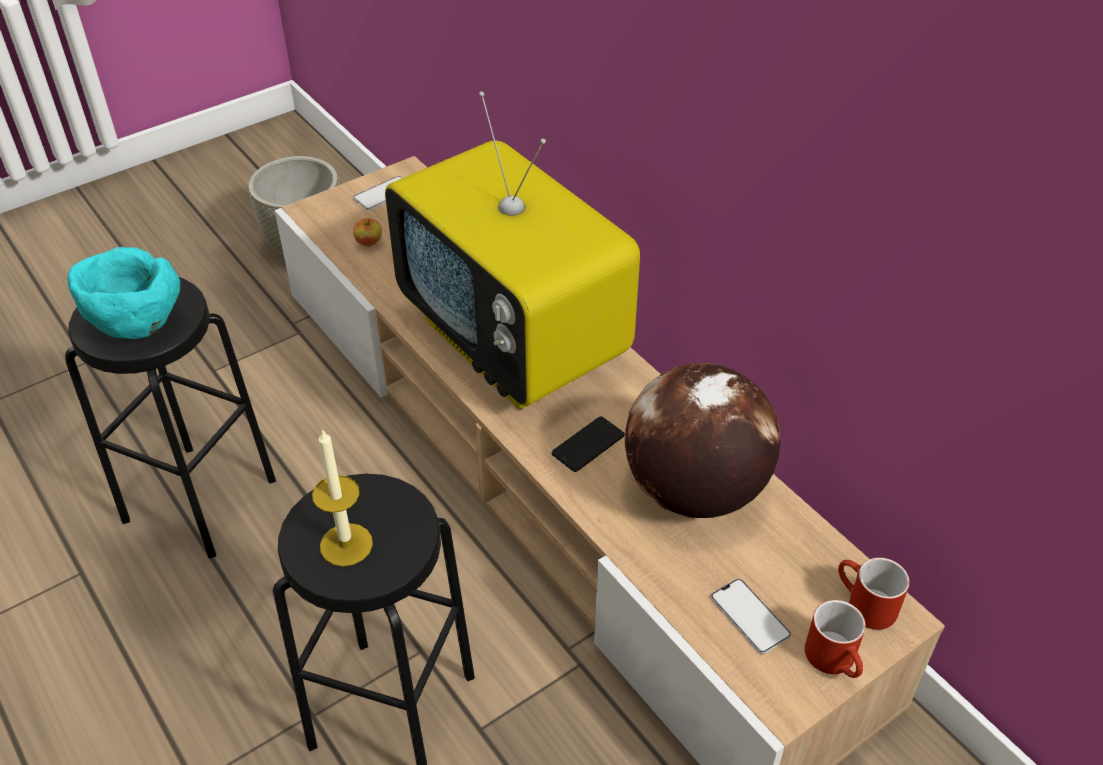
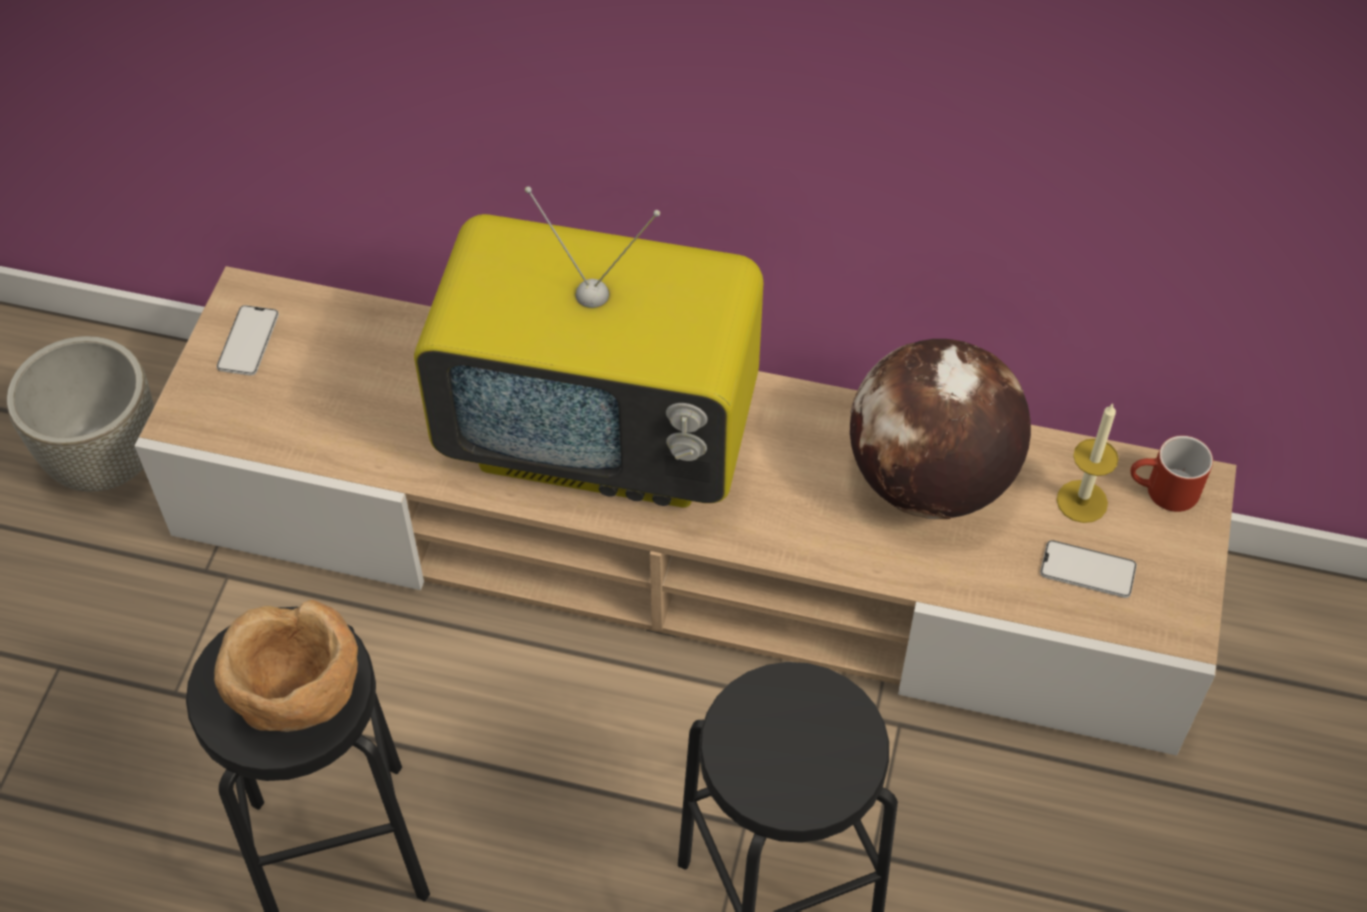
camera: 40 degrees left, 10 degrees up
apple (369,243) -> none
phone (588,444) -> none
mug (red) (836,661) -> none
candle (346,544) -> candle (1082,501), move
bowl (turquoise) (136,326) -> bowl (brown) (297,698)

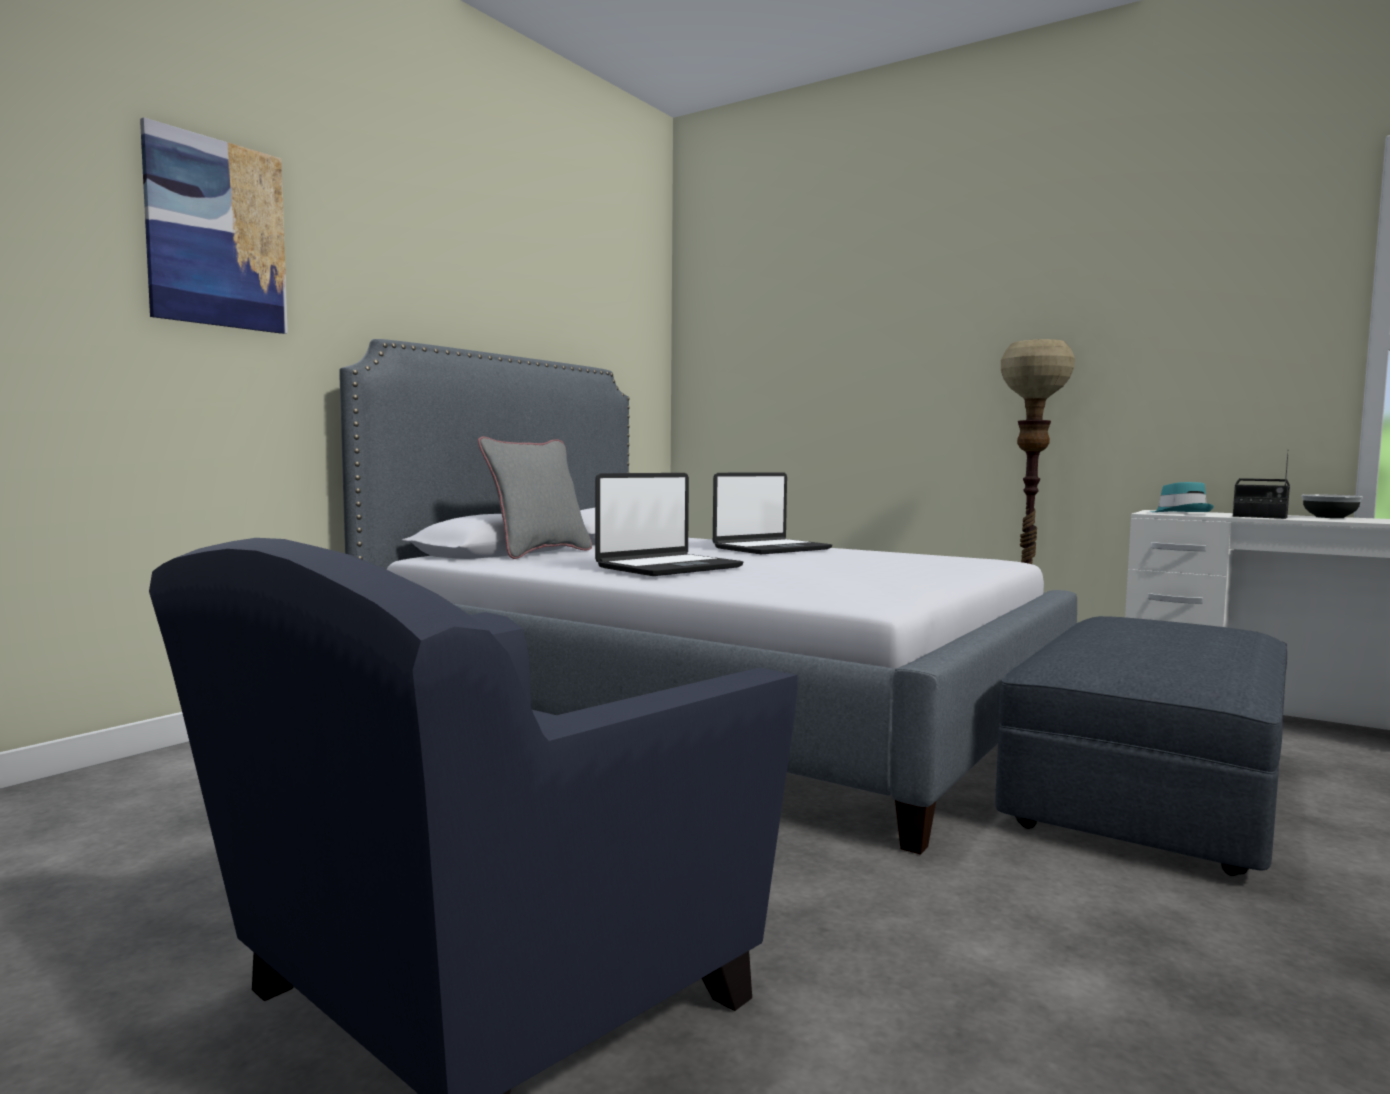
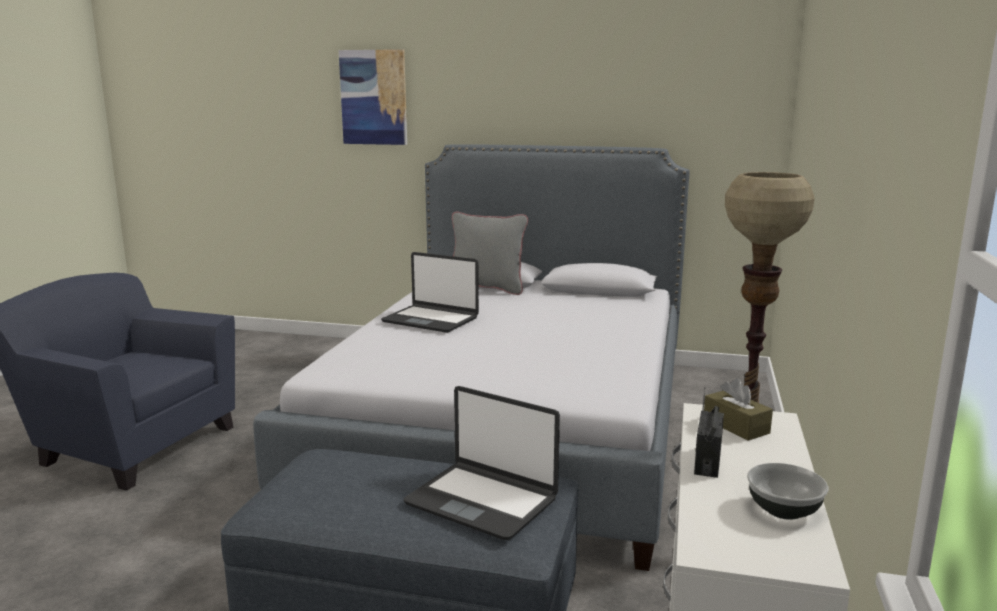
camera: 70 degrees right, 10 degrees up
laptop (771,548) -> laptop (482,501), move
hat (turquoise) (1180,513) -> tissue box (brown) (736,426)

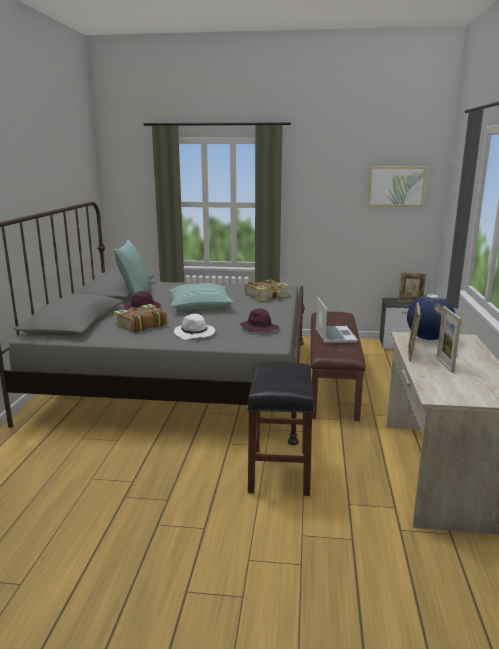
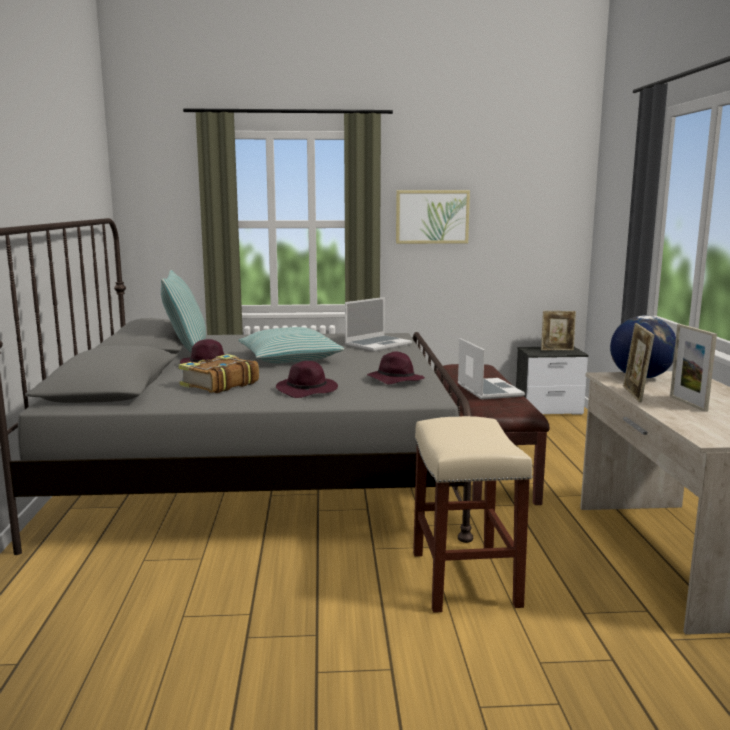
camera: 10 degrees left, 5 degrees down
picture (396,186) -> picture (432,217), move
book (267,296) -> laptop (378,345)
hat (white) (195,334) -> hat (purple) (308,391)
stool (black) (279,470) -> stool (beige) (463,578)

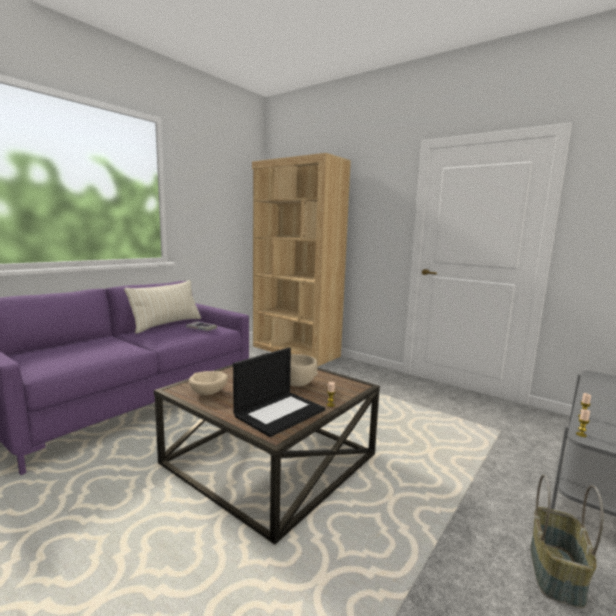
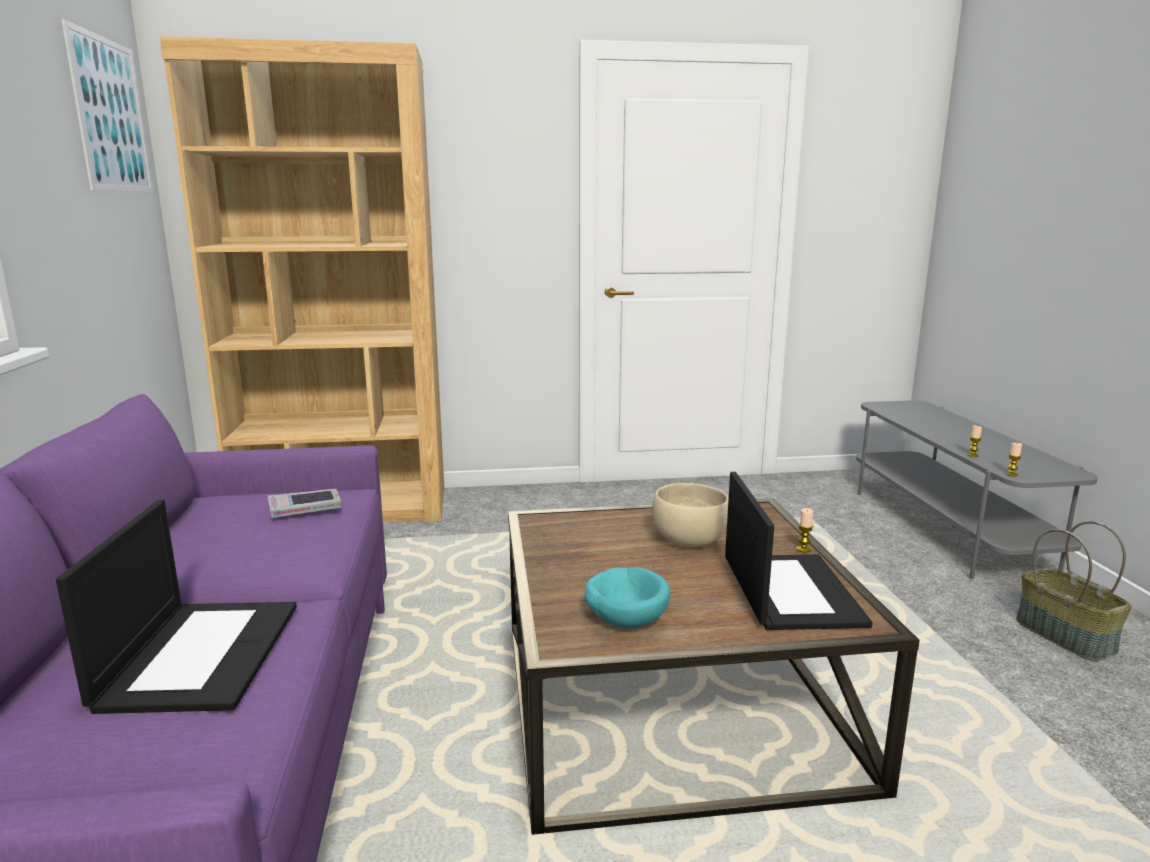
camera: 45 degrees left, 5 degrees up
pillow (beige) (167,324) -> none
none -> laptop (200,653)
none -> picture (111,115)
bowl (beige) (209,393) -> bowl (turquoise) (626,619)

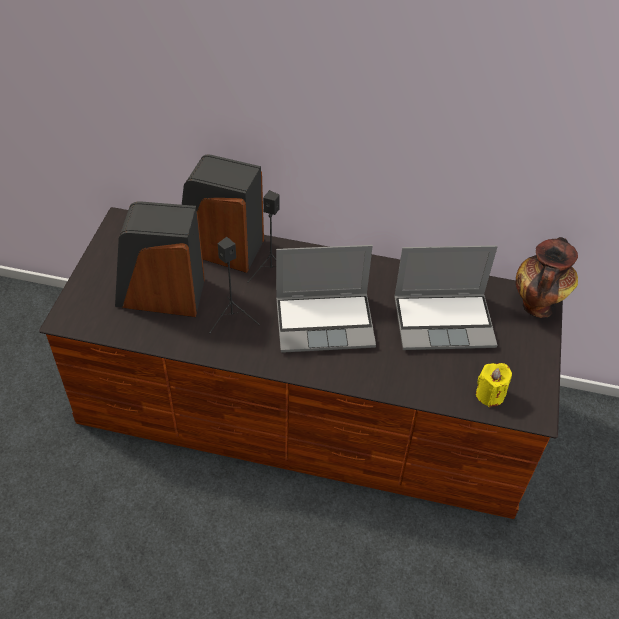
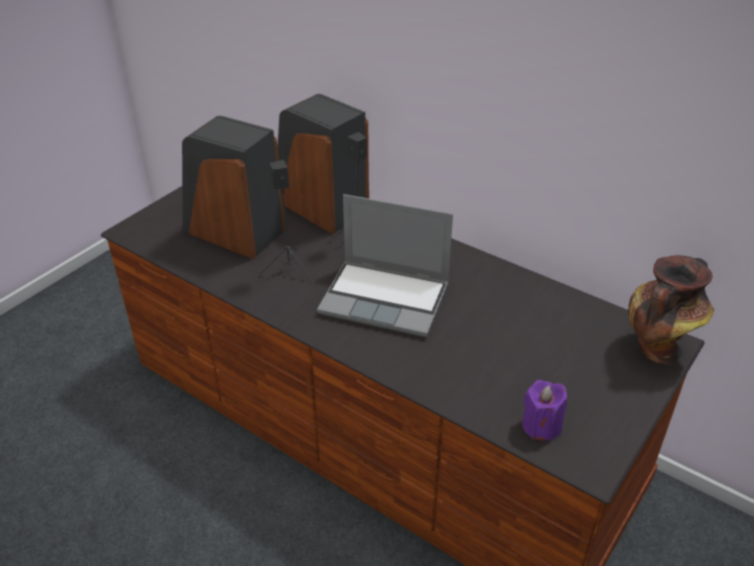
camera: 25 degrees right, 10 degrees down
laptop (444,321) -> none
candle (yellow) (490,394) -> candle (purple) (541,426)

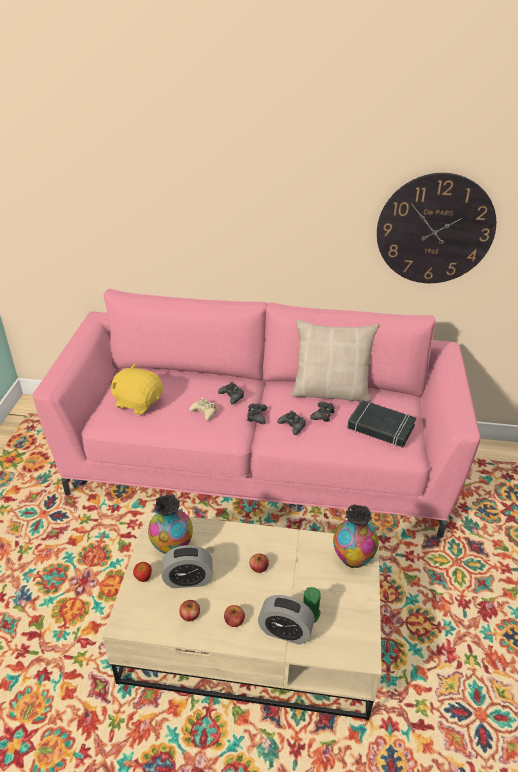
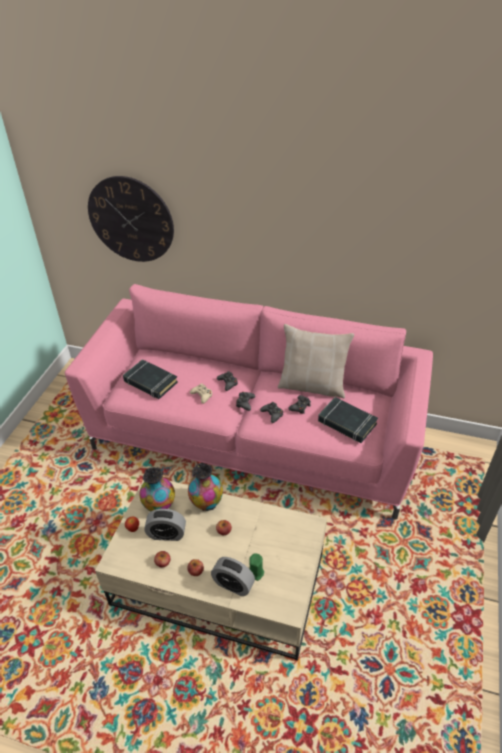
camera: 10 degrees right, 5 degrees up
vase (352,558) -> vase (206,503), move
wall clock (435,230) -> wall clock (131,220), move
plush toy (yellow) (138,402) -> book (black) (150,382)

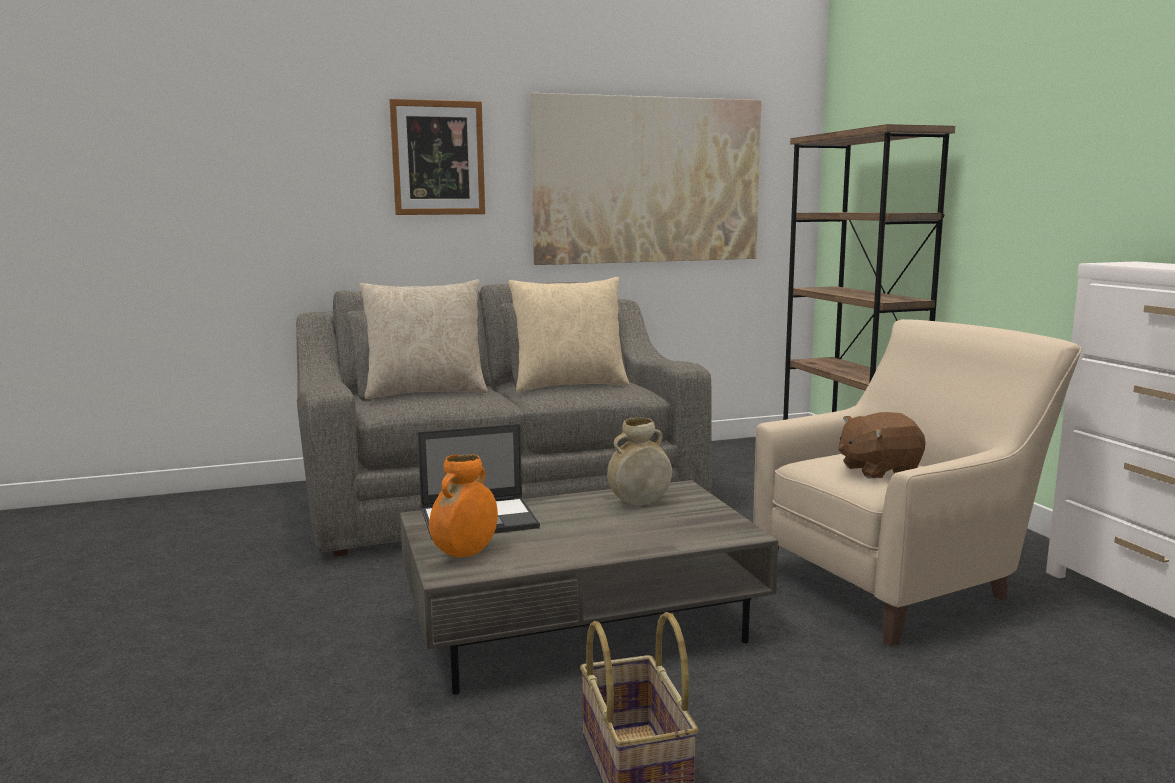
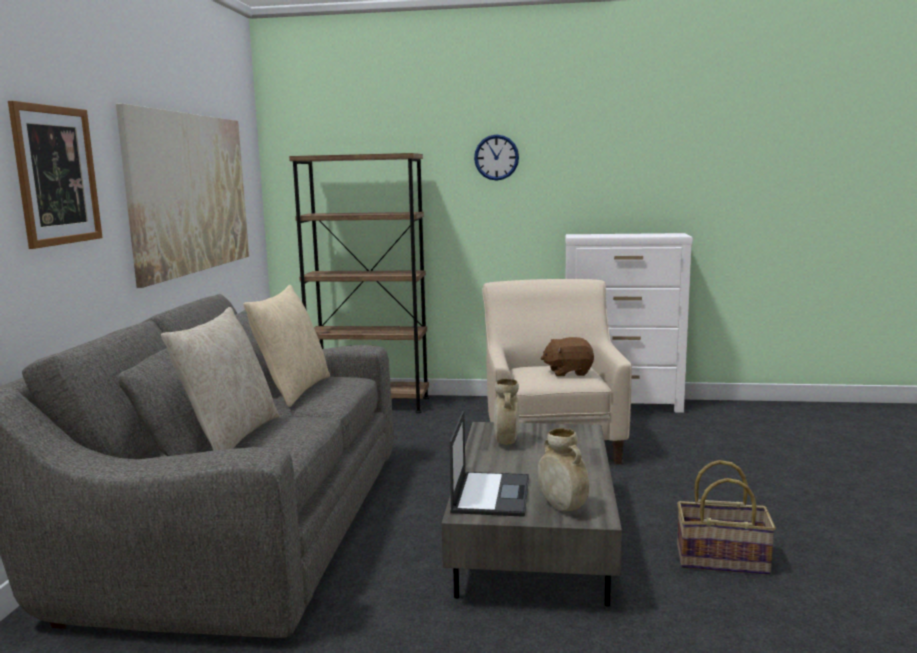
camera: 65 degrees left, 0 degrees up
none -> wall clock (496,157)
vase (orange) (465,554) -> vase (beige) (563,508)
plush toy (brown) (878,470) -> plush toy (brown) (568,372), 75 degrees clockwise

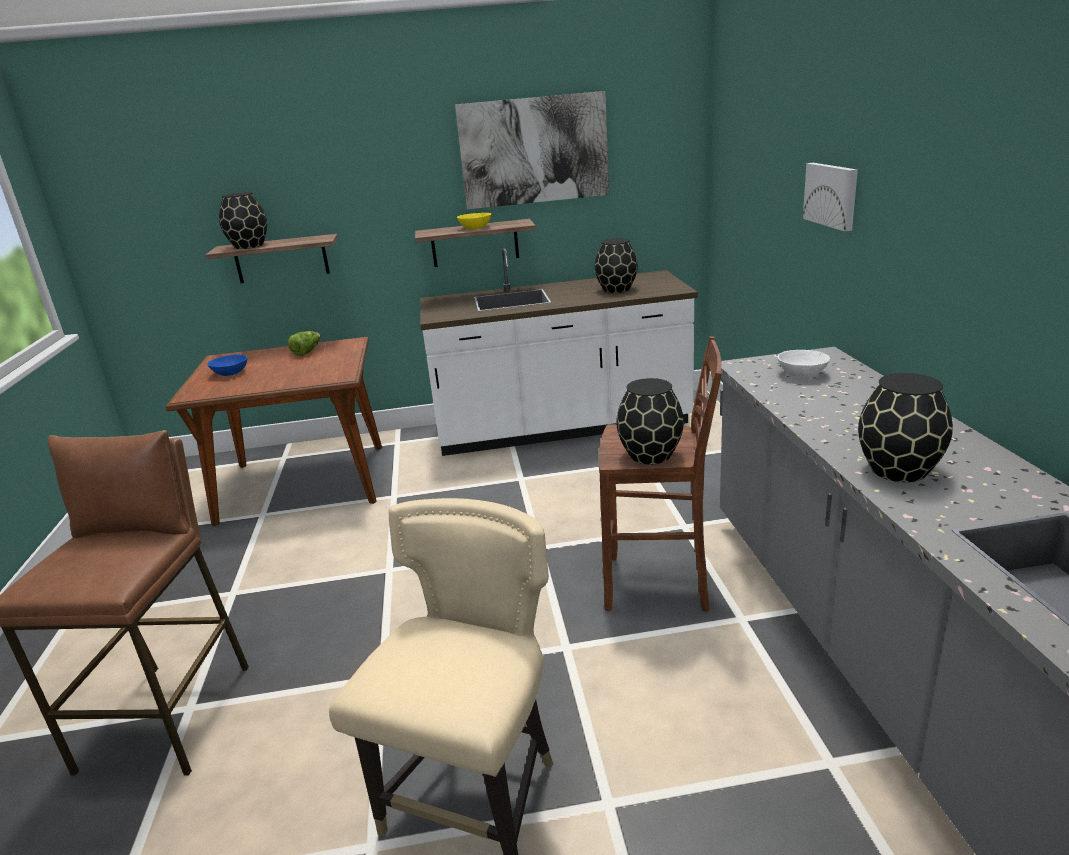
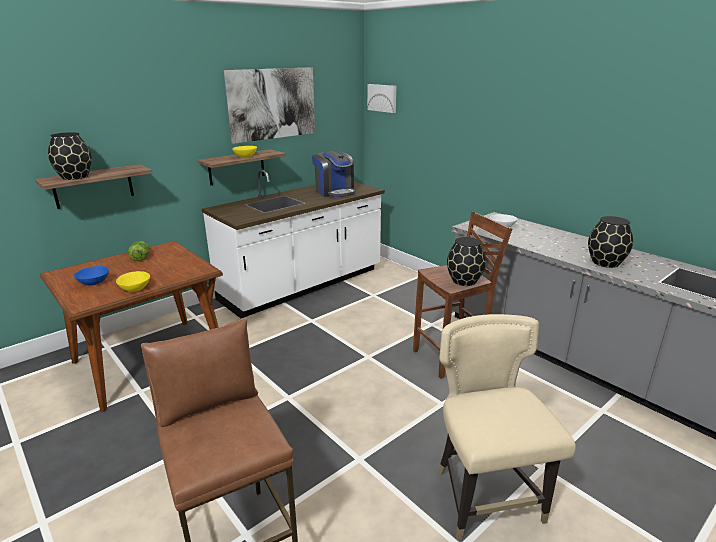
camera: 35 degrees left, 0 degrees up
none -> bowl (yellow) (135,288)
picture (832,195) -> picture (382,98), move
vase (black) (617,289) -> coffee machine (334,192)

